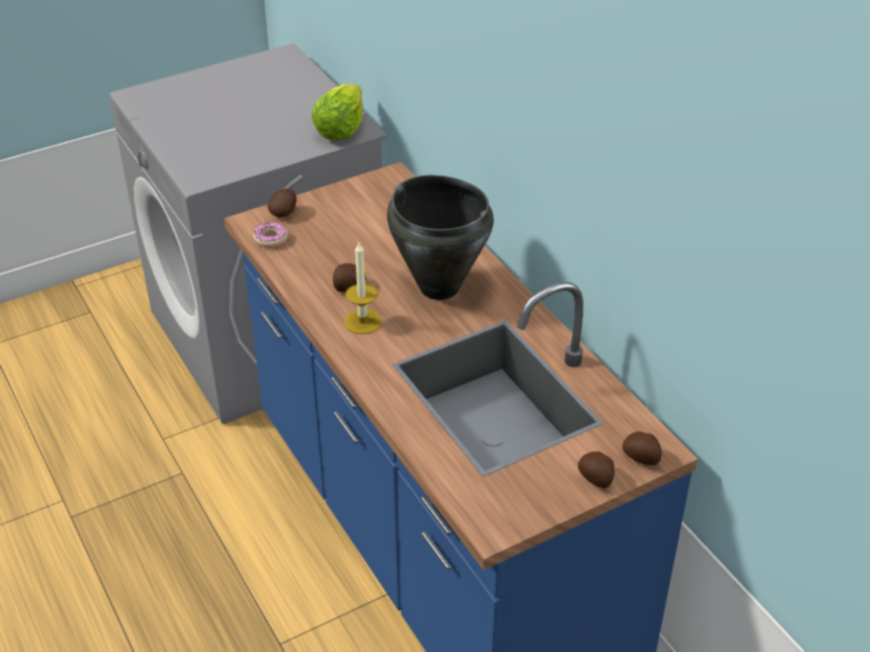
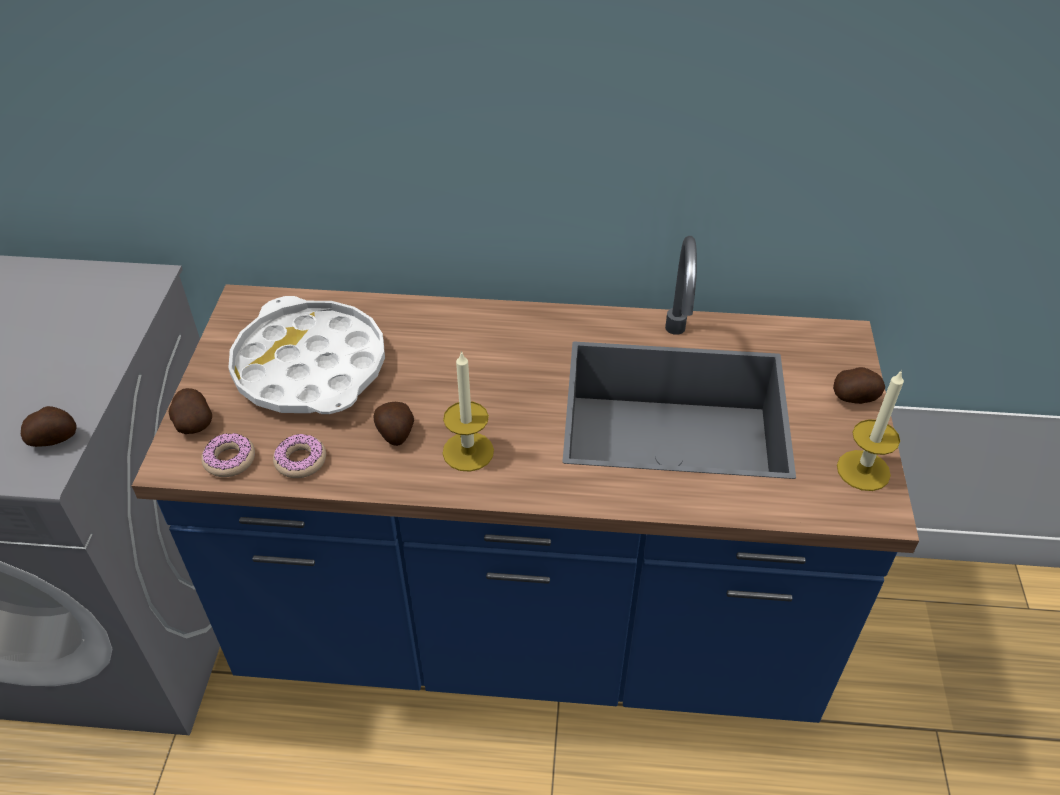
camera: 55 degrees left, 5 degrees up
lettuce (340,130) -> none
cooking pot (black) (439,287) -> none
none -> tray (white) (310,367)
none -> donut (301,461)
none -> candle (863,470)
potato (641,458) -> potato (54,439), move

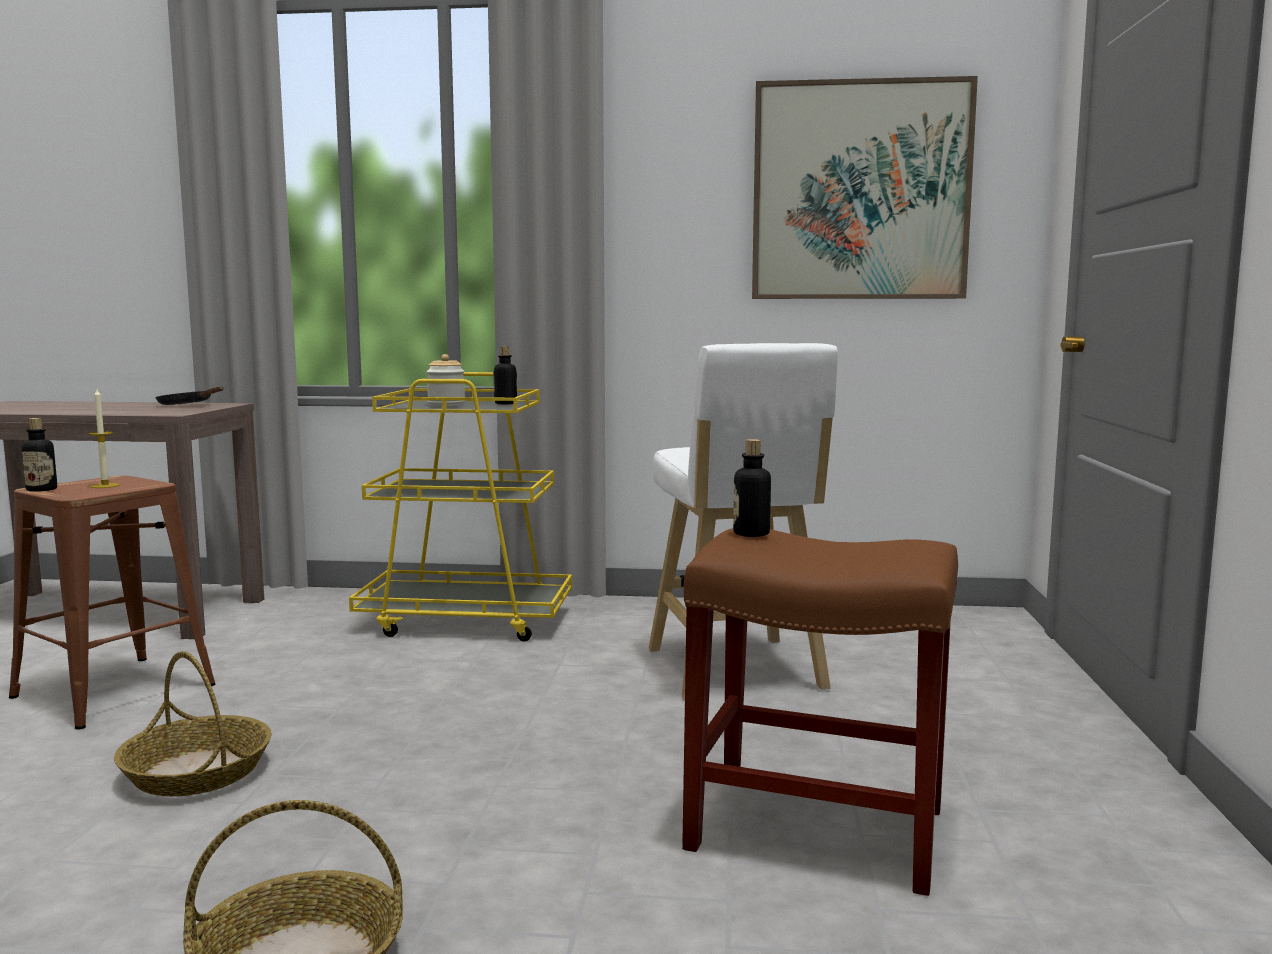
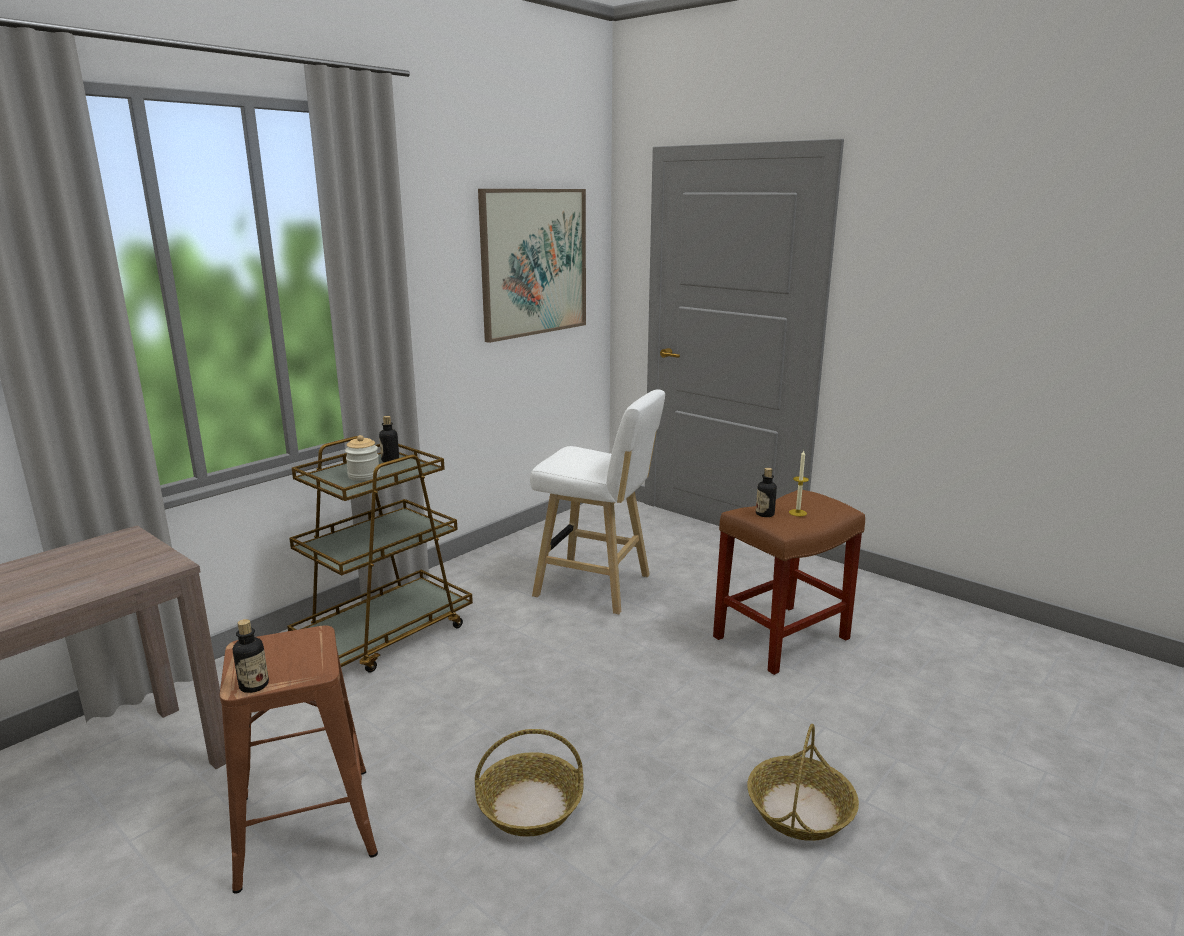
camera: 55 degrees left, 10 degrees up
frying pan (black) (188,405) -> none
candle (105,486) -> candle (797,513), move
cart (yellow) (467,621) -> cart (brown) (386,634)

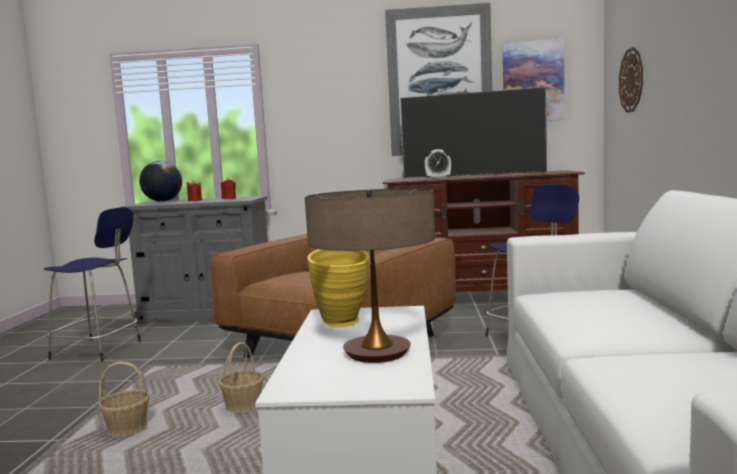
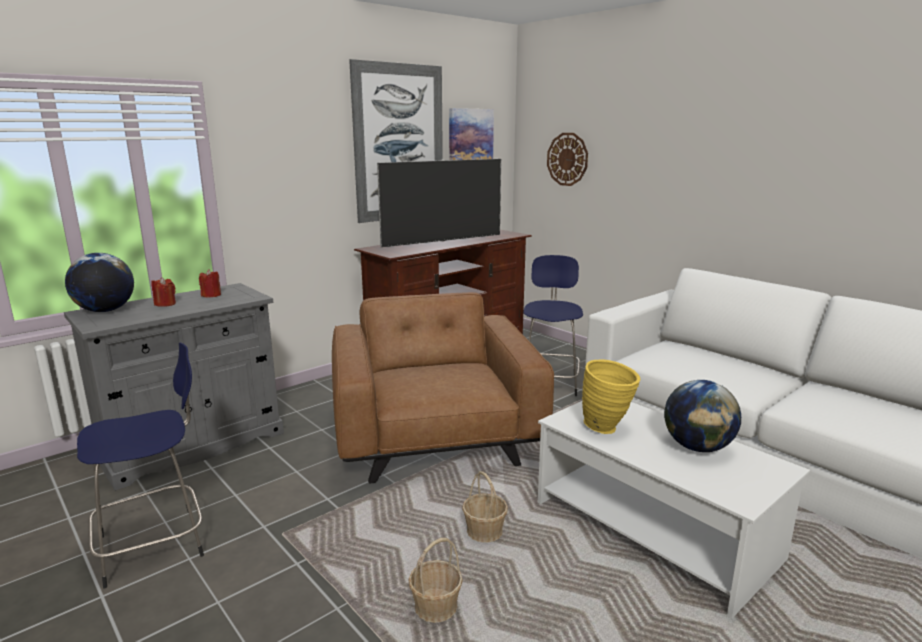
camera: 45 degrees left, 10 degrees up
alarm clock (438,178) -> none
table lamp (377,353) -> globe (697,447)

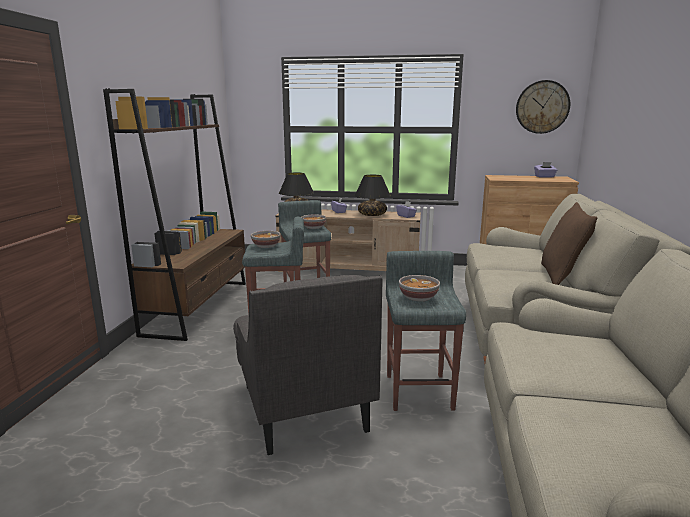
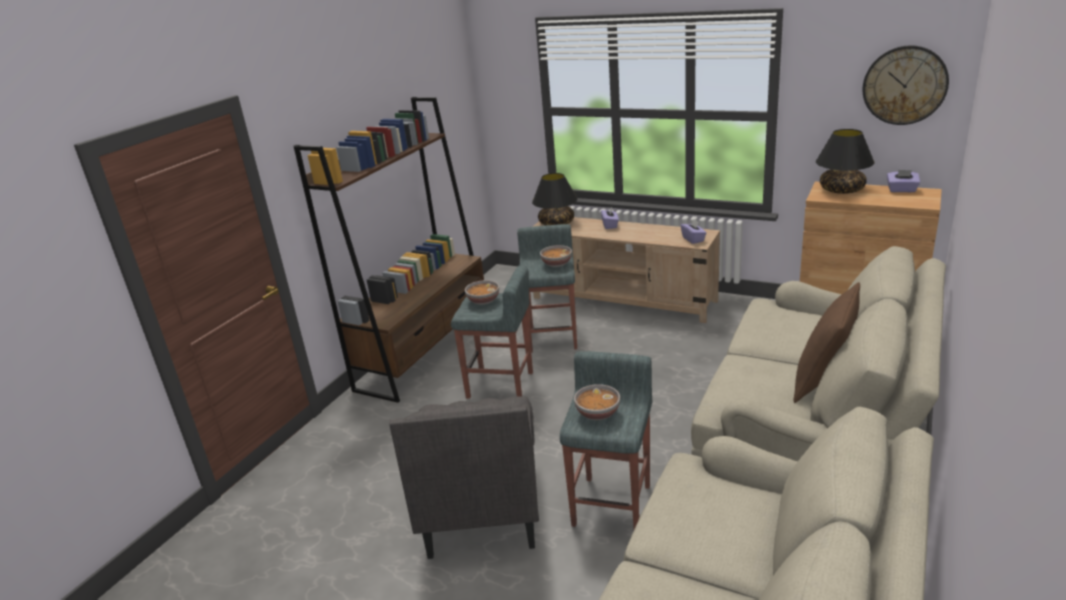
camera: 20 degrees right, 10 degrees up
table lamp (black) (372,215) -> table lamp (black) (842,190), move

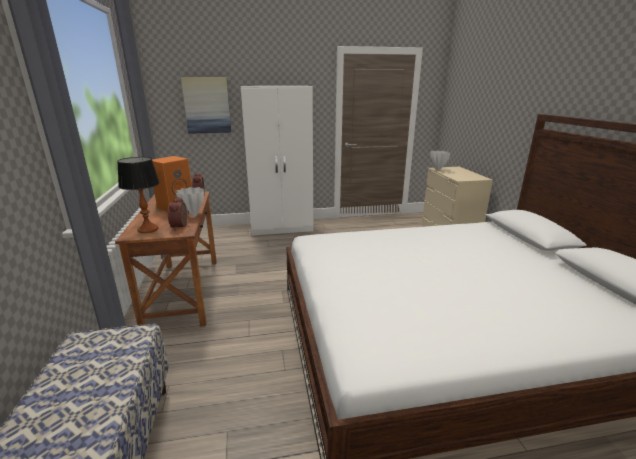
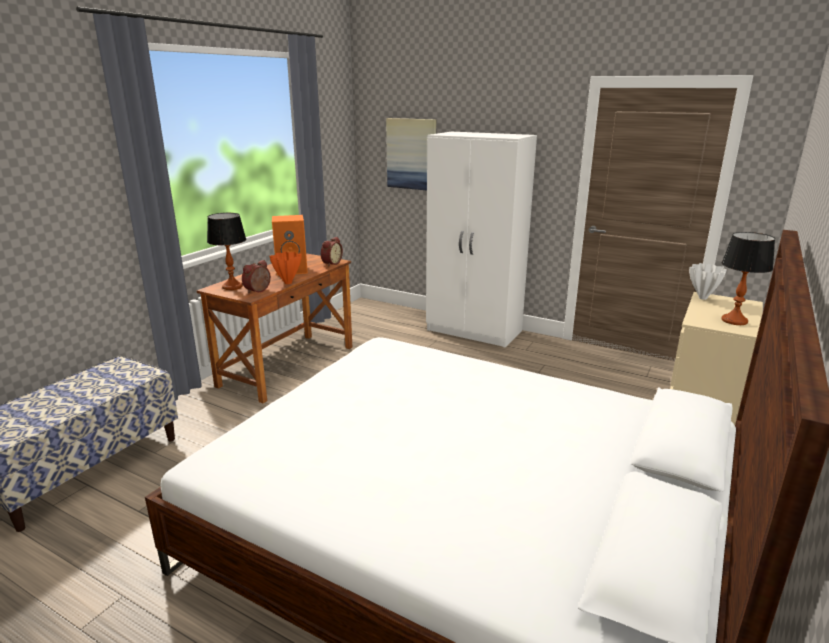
camera: 40 degrees right, 0 degrees up
none -> table lamp (734,321)
vase (white) (193,215) -> vase (orange) (288,282)

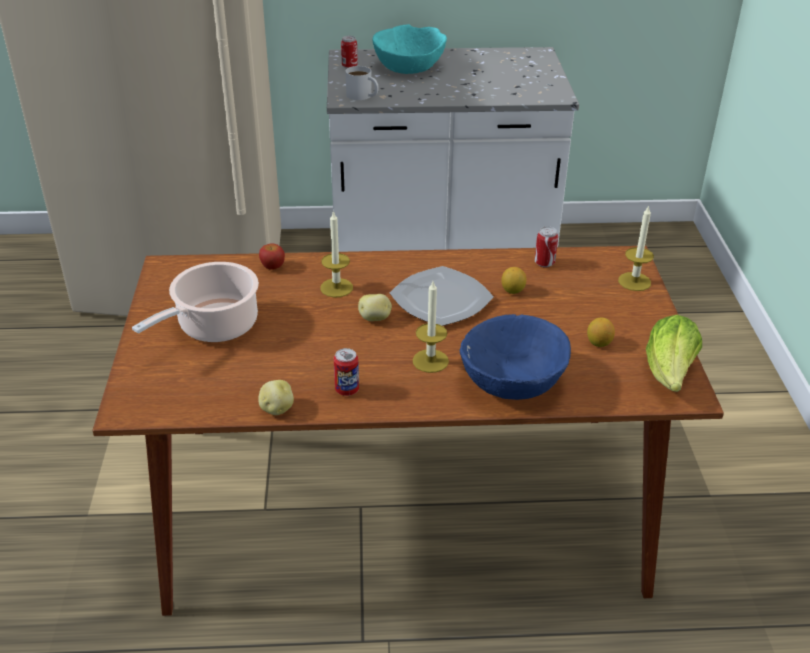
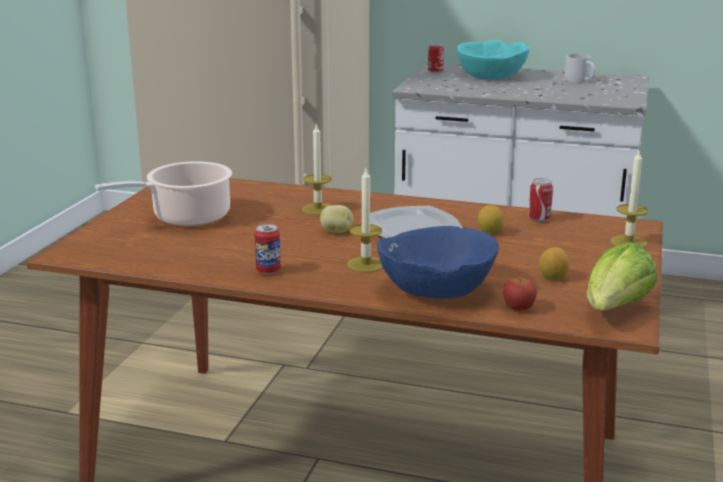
camera: 20 degrees right, 15 degrees down
potato (276,409) -> none
apple (272,267) -> apple (518,308), move
mug (white) (363,96) -> mug (white) (580,80), move

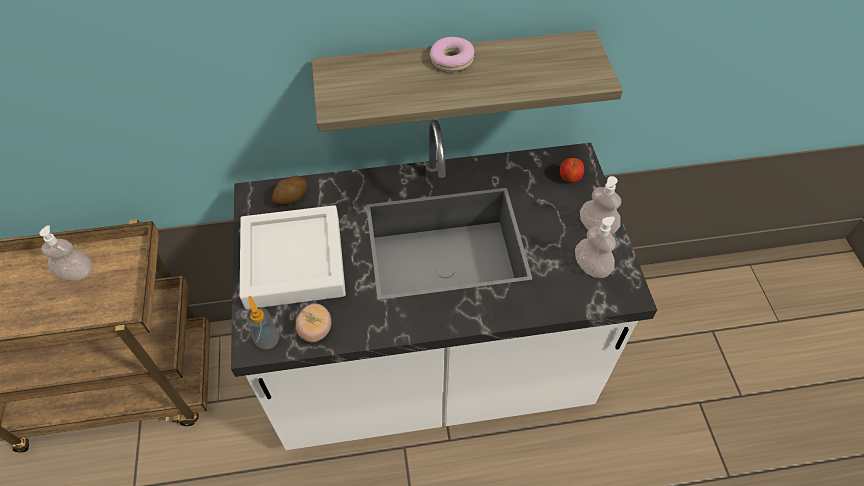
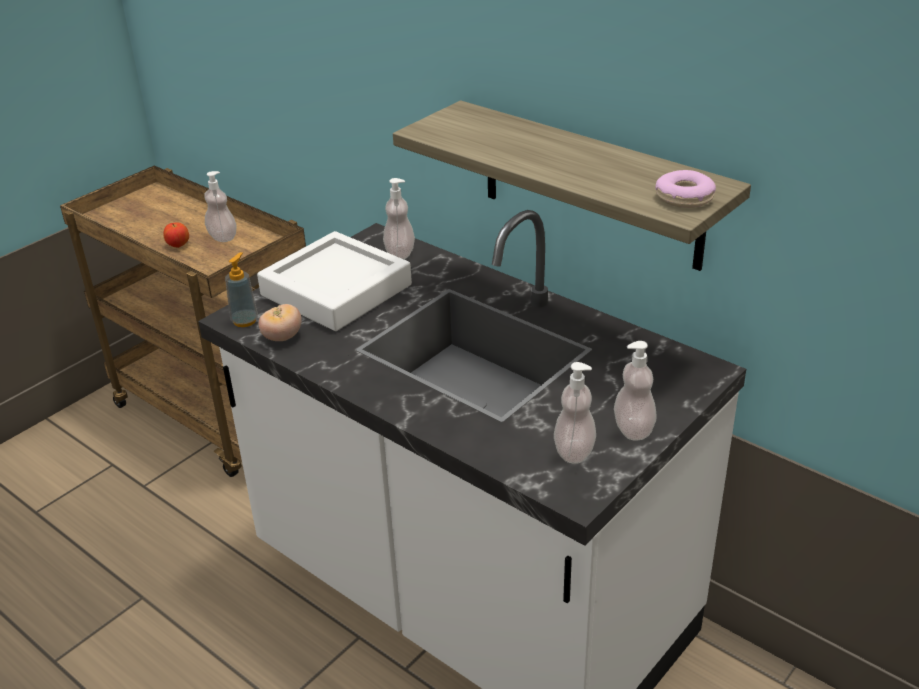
camera: 50 degrees right, 20 degrees down
donut (451,60) -> donut (684,198), move
apple (570,178) -> apple (178,245), move
potato (291,198) -> soap dispenser (400,253)

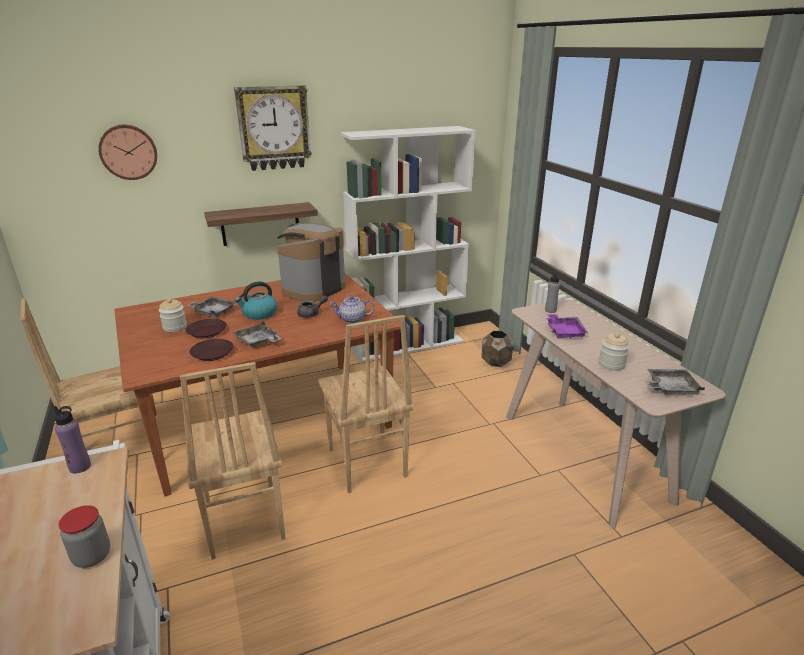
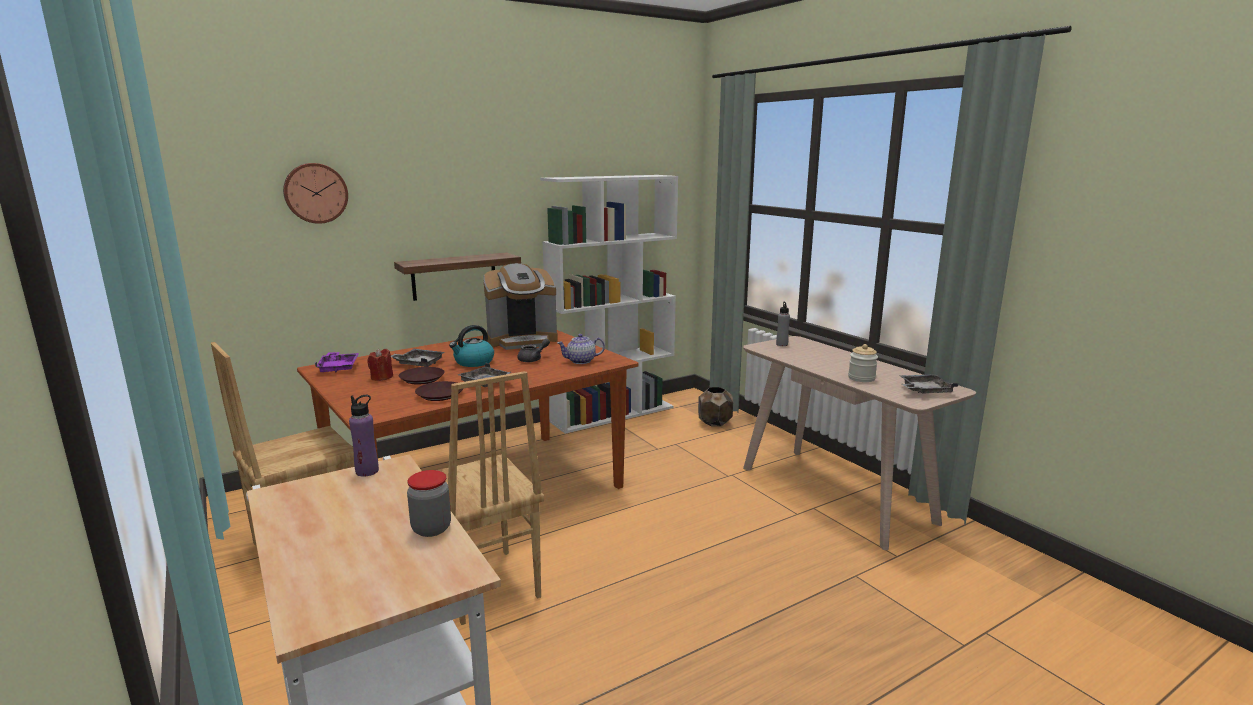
camera: 10 degrees left, 10 degrees down
wall clock (274,128) -> none
chair (brown) (365,463) -> none
tray (purple) (564,332) -> tray (purple) (338,368), move
jar (175,327) -> candle (red) (381,377)
coffee machine (313,289) -> coffee machine (522,340), 135 degrees counterclockwise

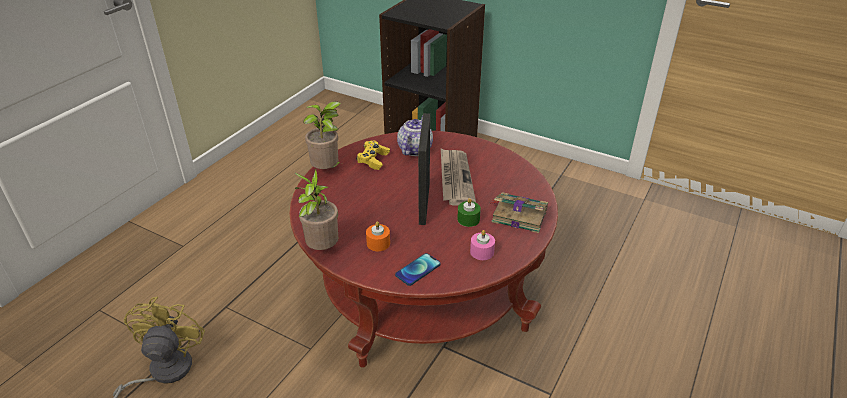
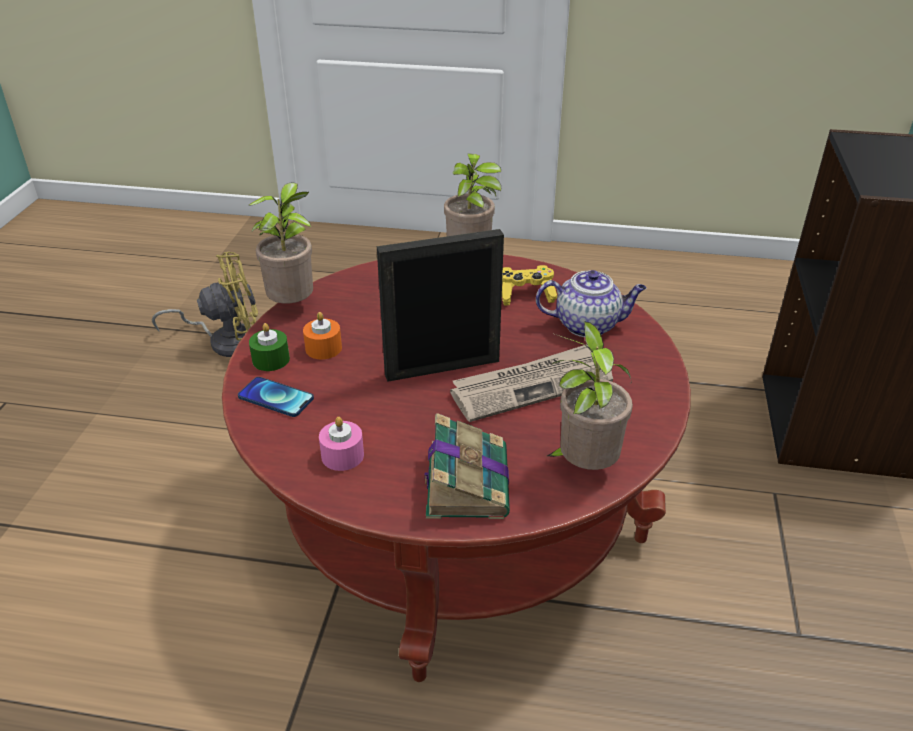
camera: 70 degrees right, 0 degrees up
none -> potted plant (583,466)
candle (green) (468,219) -> candle (green) (271,359), move

